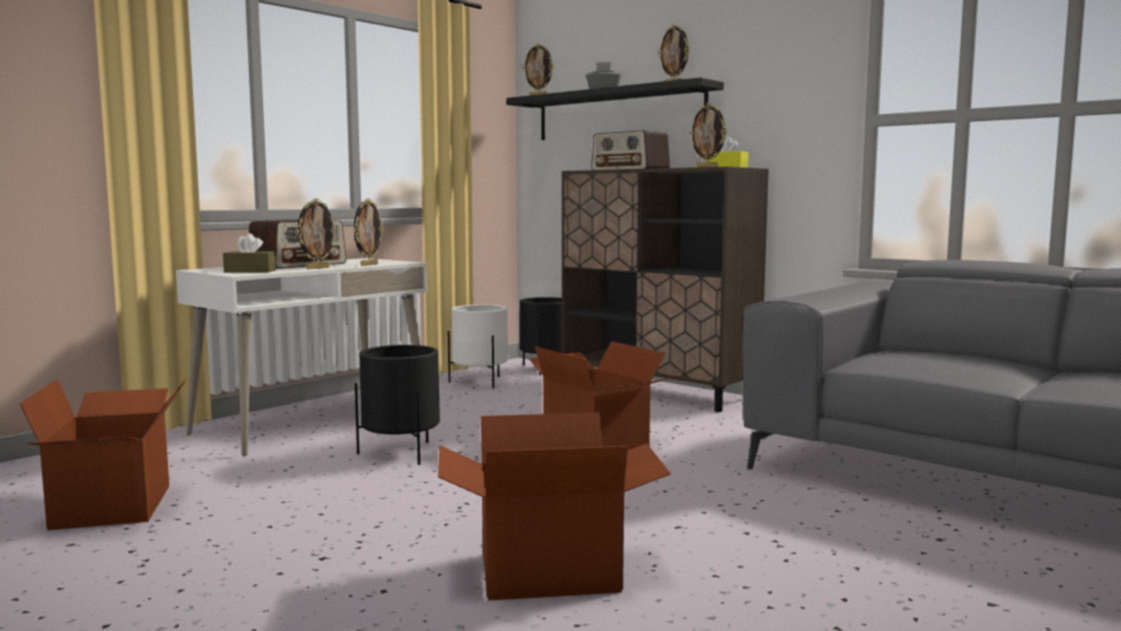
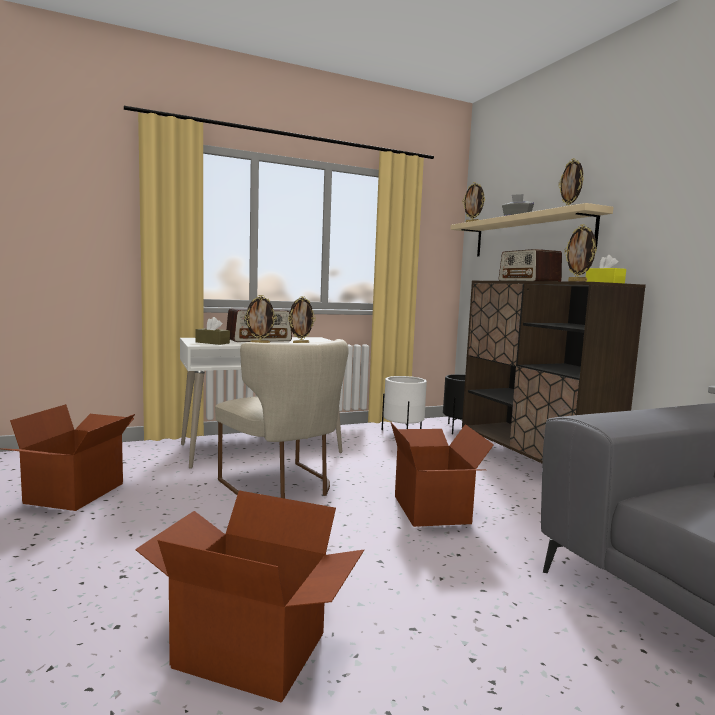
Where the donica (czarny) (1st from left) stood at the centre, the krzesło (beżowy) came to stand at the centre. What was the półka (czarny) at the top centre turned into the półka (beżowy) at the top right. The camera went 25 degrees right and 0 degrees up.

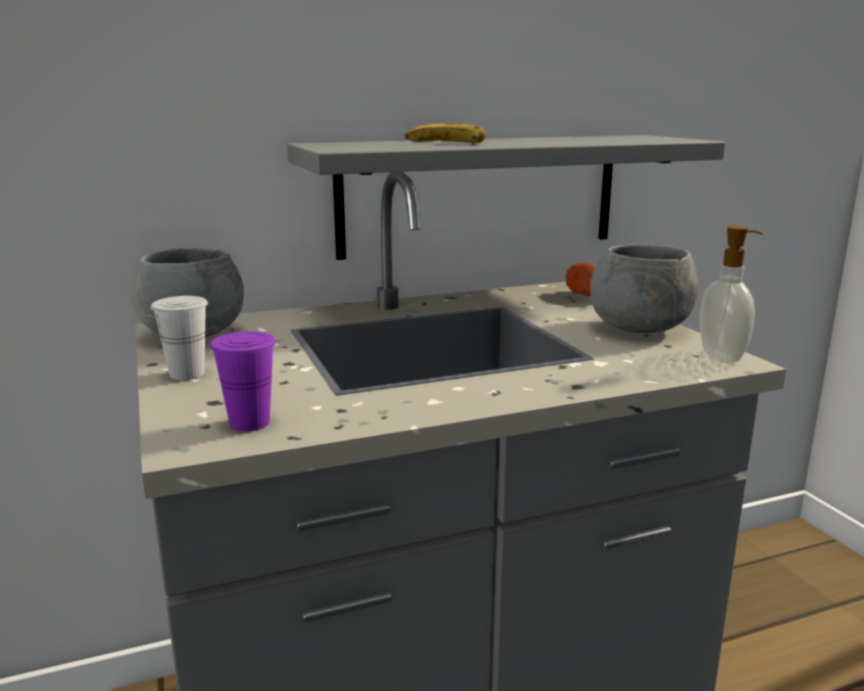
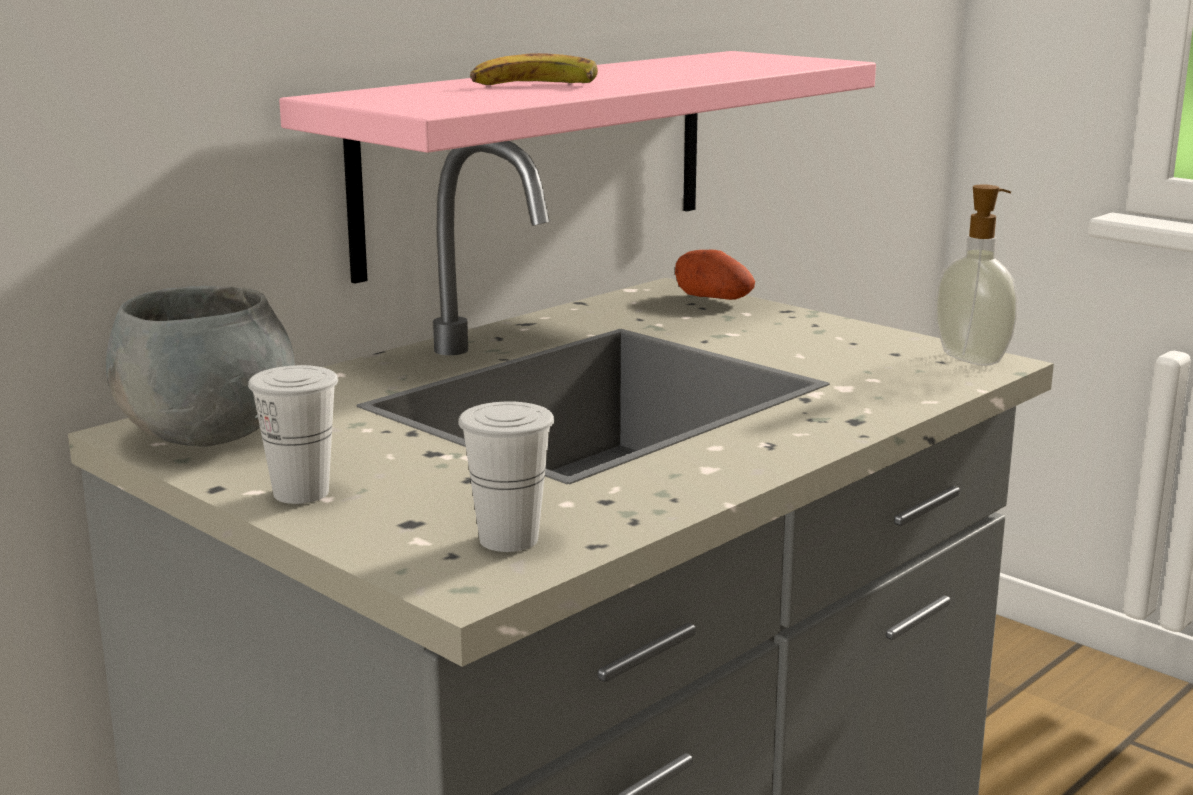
The second view lost the miska (szary) (2nd from left) at the middle right. What was the filiżanka (fioletowy) at the middle left turned into the filiżanka (biały) (2nd from left) at the centre. What was the półka (szary) at the top centre turned into the półka (różowy) at the top centre. The camera went 25 degrees left and 0 degrees up.

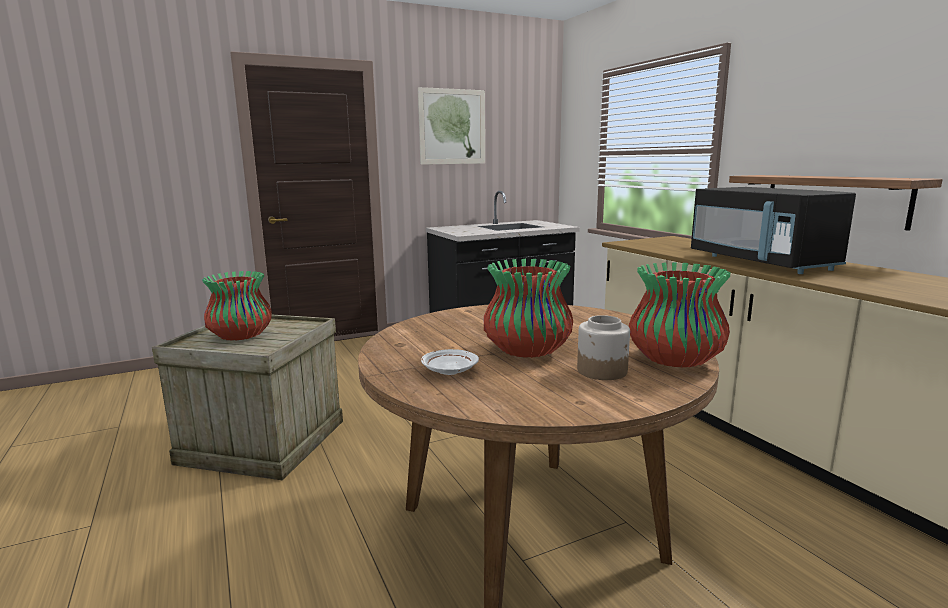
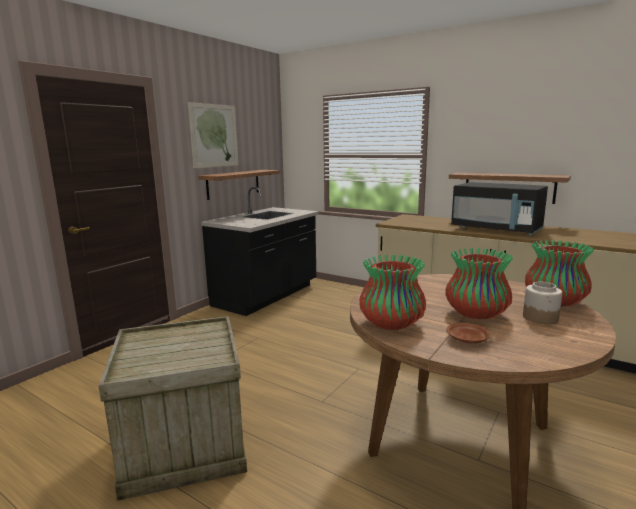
The second view gained the półka (1st from left) at the centre. The wazon (1st from left) ended up elsewhere, having gone from the middle left to the centre. What was the talerz (biały) at the centre turned into the talerz (brązowy) at the middle right. The camera went 30 degrees left and 0 degrees up.

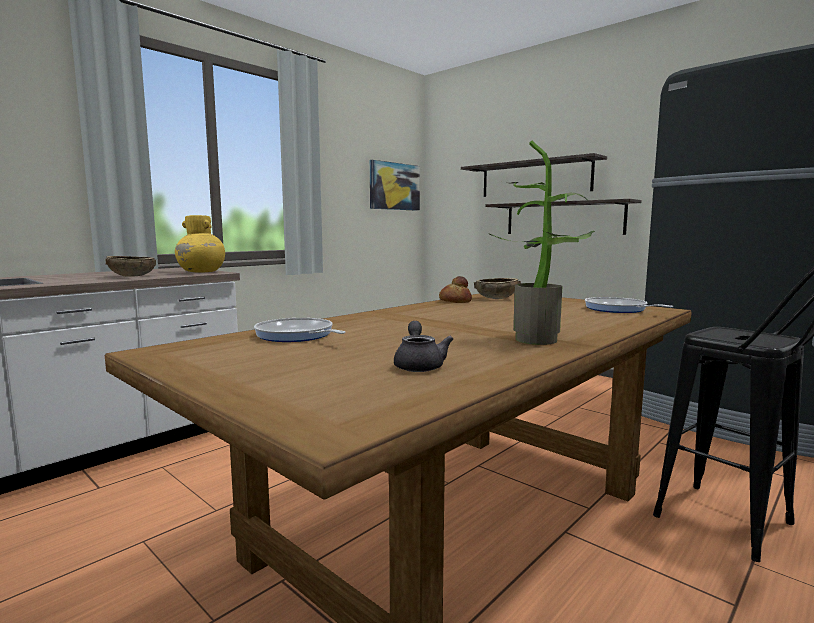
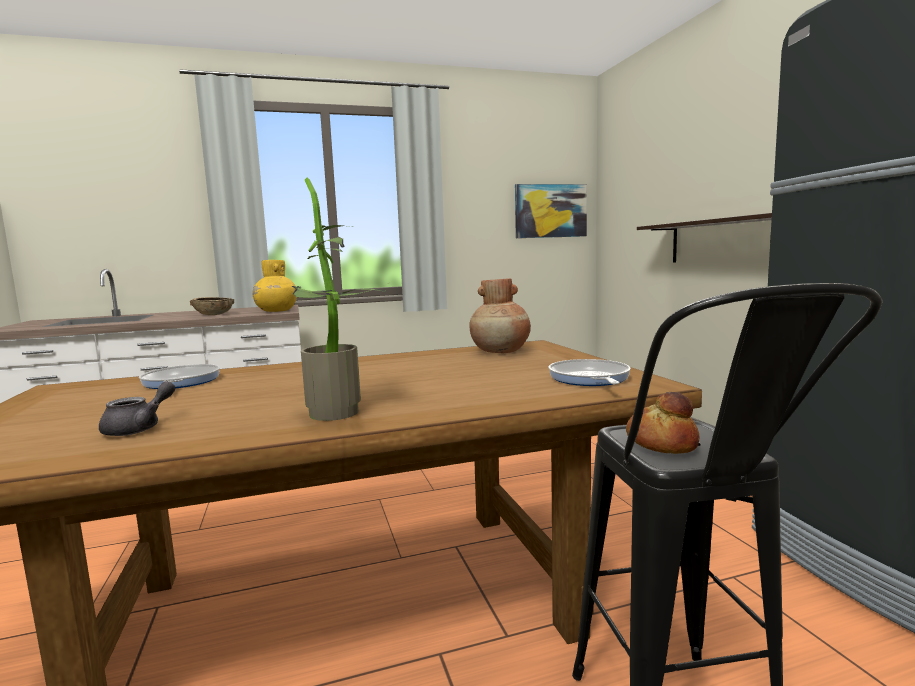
The second view lost the półka (1st from left) at the top centre. The chleb ended up elsewhere, having gone from the centre to the middle right. Where the miska (brązowy) (2nd from left) stood at the centre, the wazon (brązowy) came to stand at the centre. The camera went 30 degrees right and 0 degrees up.

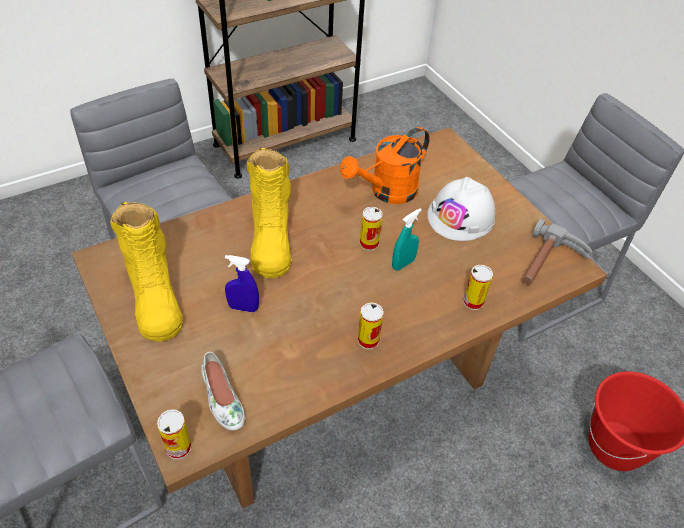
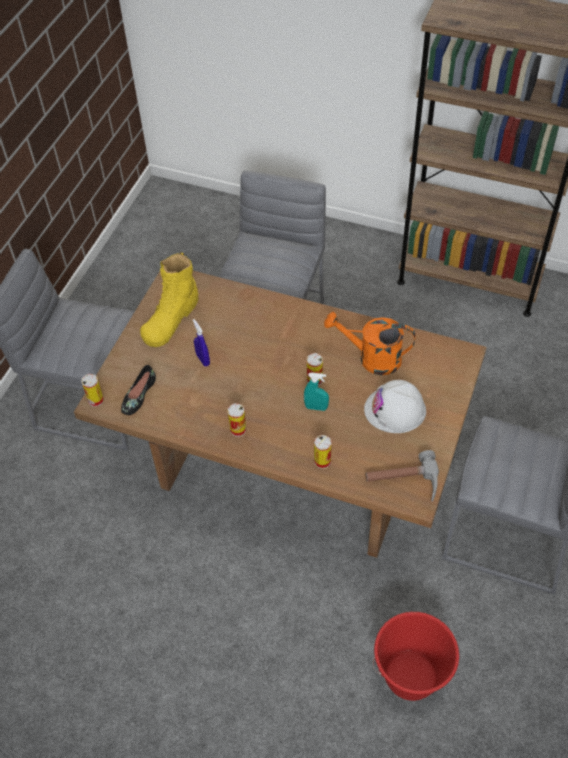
The second view lost the but z cholewką (żółty) (2nd from left) at the centre. What was the but (biały) at the bottom left turned into the but (czarny) at the middle left. The camera went 55 degrees right and 5 degrees up.

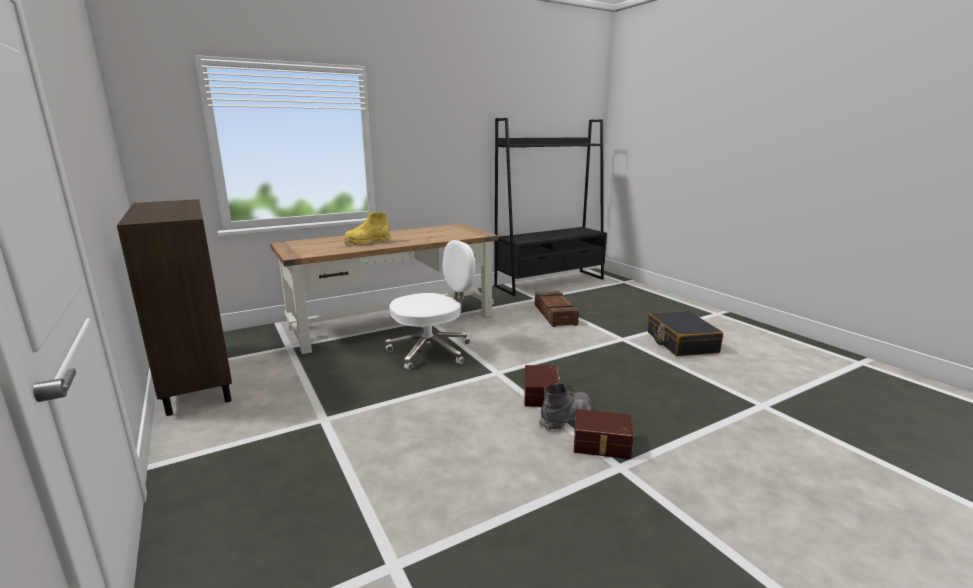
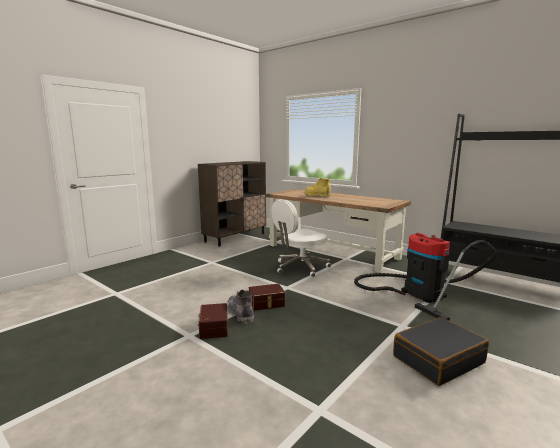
Where the skrzynka stood at the centre, the odkurzacz came to stand at the middle right. The krzesło biurowe (biały) at the centre ended up facing another way, 105 degrees clockwise from before. The but z cholewką (szary) at the bottom centre ended up facing another way, 150 degrees counterclockwise from before. The camera went 70 degrees right and 5 degrees down.

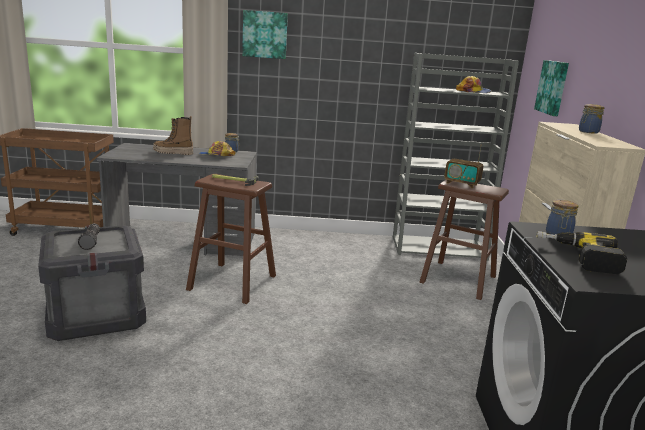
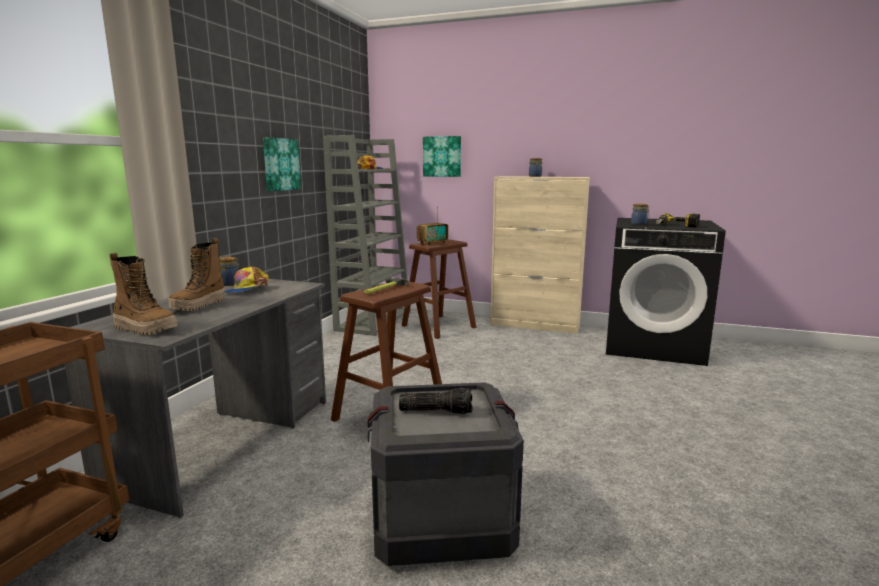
The second view gained the but z cholewką (1st from left) at the middle left. The obraz (1st from left) ended up elsewhere, having gone from the top centre to the top left. The camera went 70 degrees left and 5 degrees down.

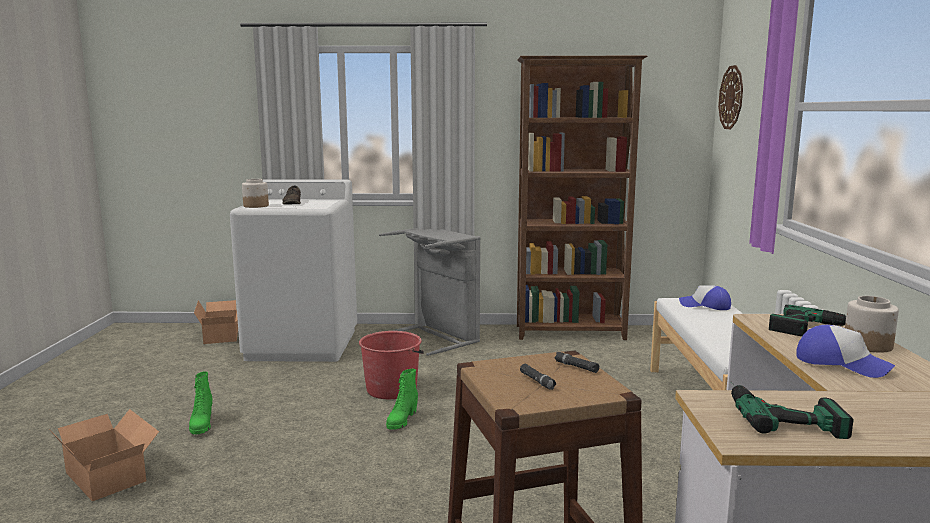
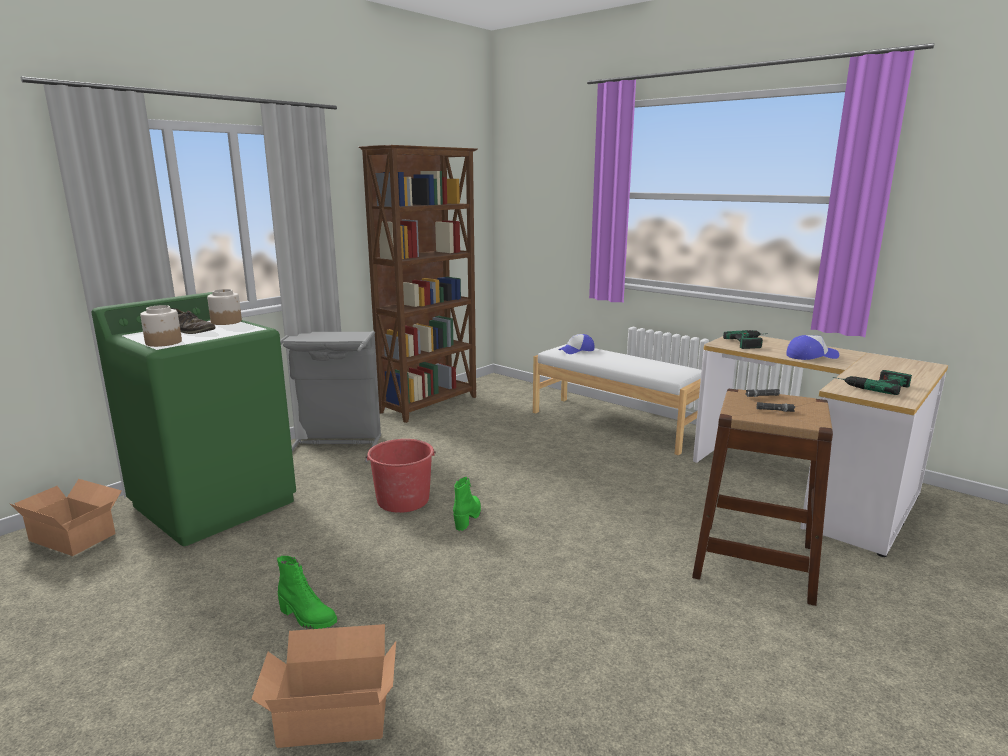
The second view lost the zegar ścienny at the top right. The słoik (2nd from left) ended up elsewhere, having gone from the middle right to the middle left. What was the pralka (biały) at the middle left turned into the pralka (zielony) at the middle left. The but z cholewką (zielony) (2nd from left) at the bottom centre ended up facing another way, 135 degrees counterclockwise from before. The camera went 50 degrees left and 5 degrees up.

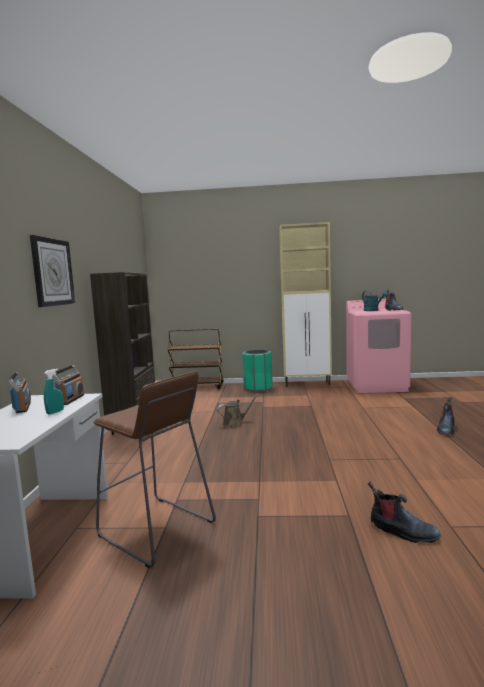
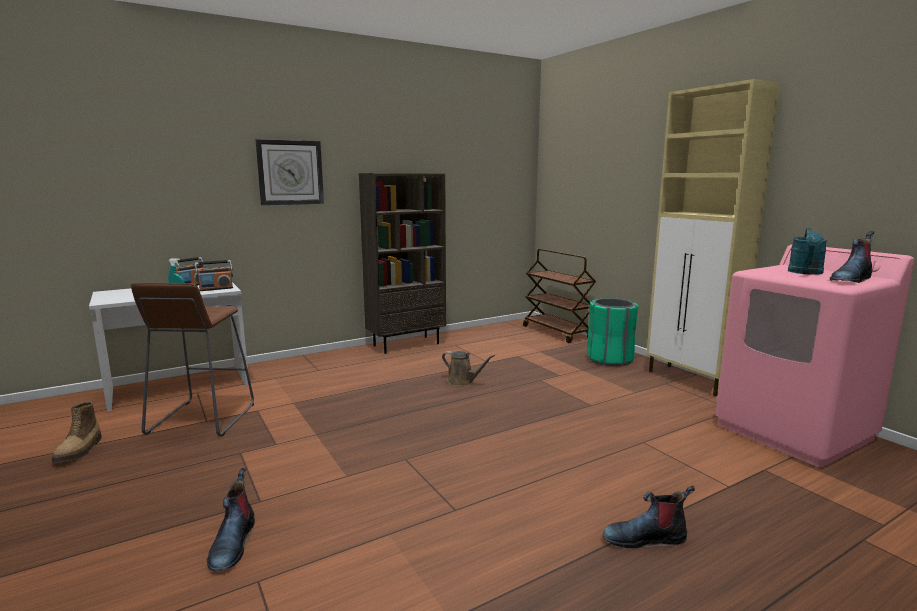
The second view gained the but z cholewką (1st from left) at the bottom left. The camera went 55 degrees right and 5 degrees up.

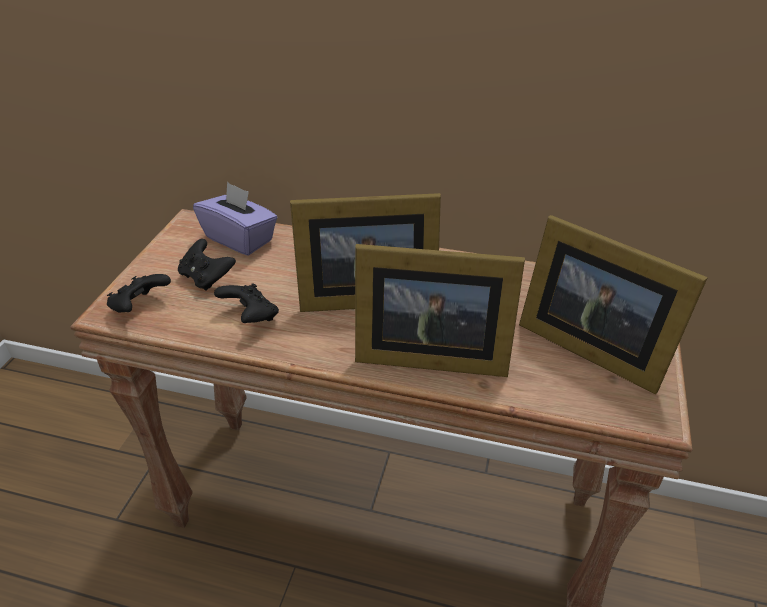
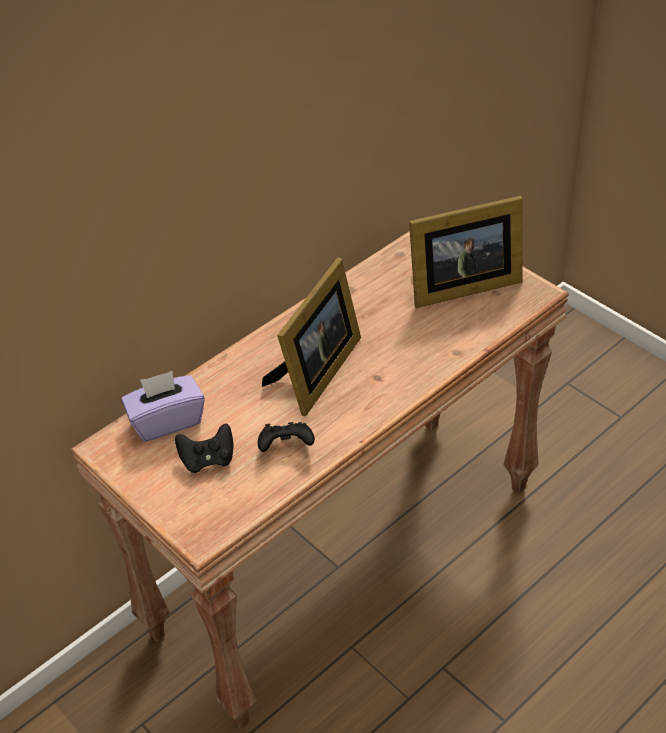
The second view lost the pad do gier (czarny) (1st from left) at the middle left. The second view lost the ramka na zdjęcie (2nd from left) at the centre. The camera went 55 degrees left and 5 degrees up.

